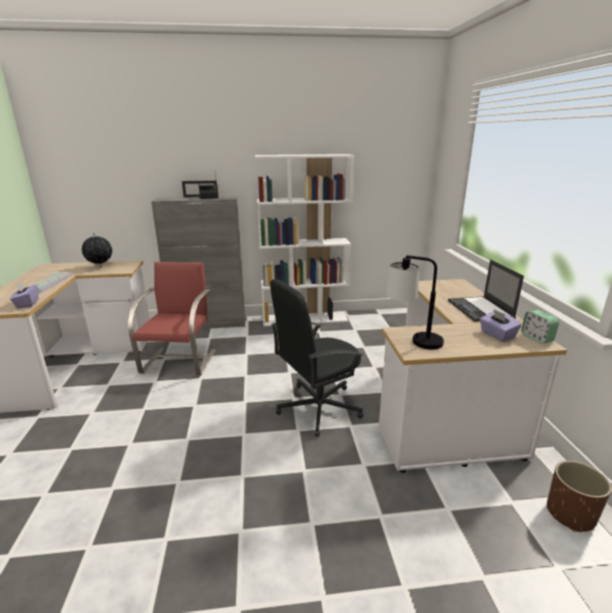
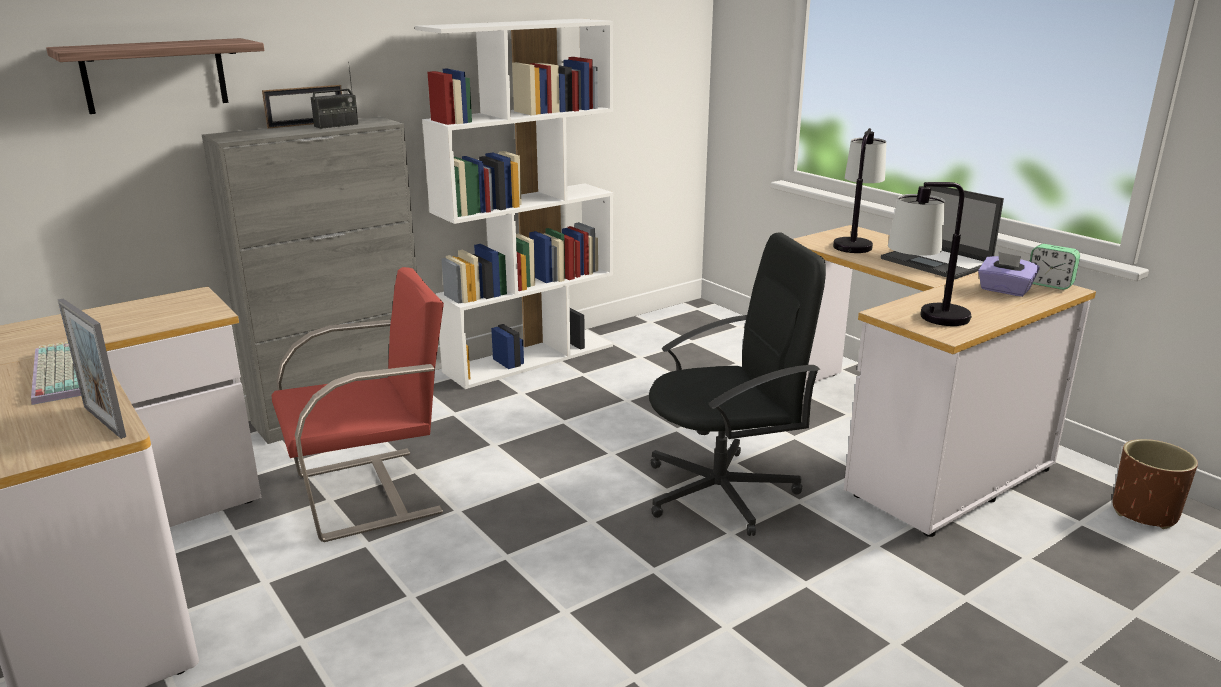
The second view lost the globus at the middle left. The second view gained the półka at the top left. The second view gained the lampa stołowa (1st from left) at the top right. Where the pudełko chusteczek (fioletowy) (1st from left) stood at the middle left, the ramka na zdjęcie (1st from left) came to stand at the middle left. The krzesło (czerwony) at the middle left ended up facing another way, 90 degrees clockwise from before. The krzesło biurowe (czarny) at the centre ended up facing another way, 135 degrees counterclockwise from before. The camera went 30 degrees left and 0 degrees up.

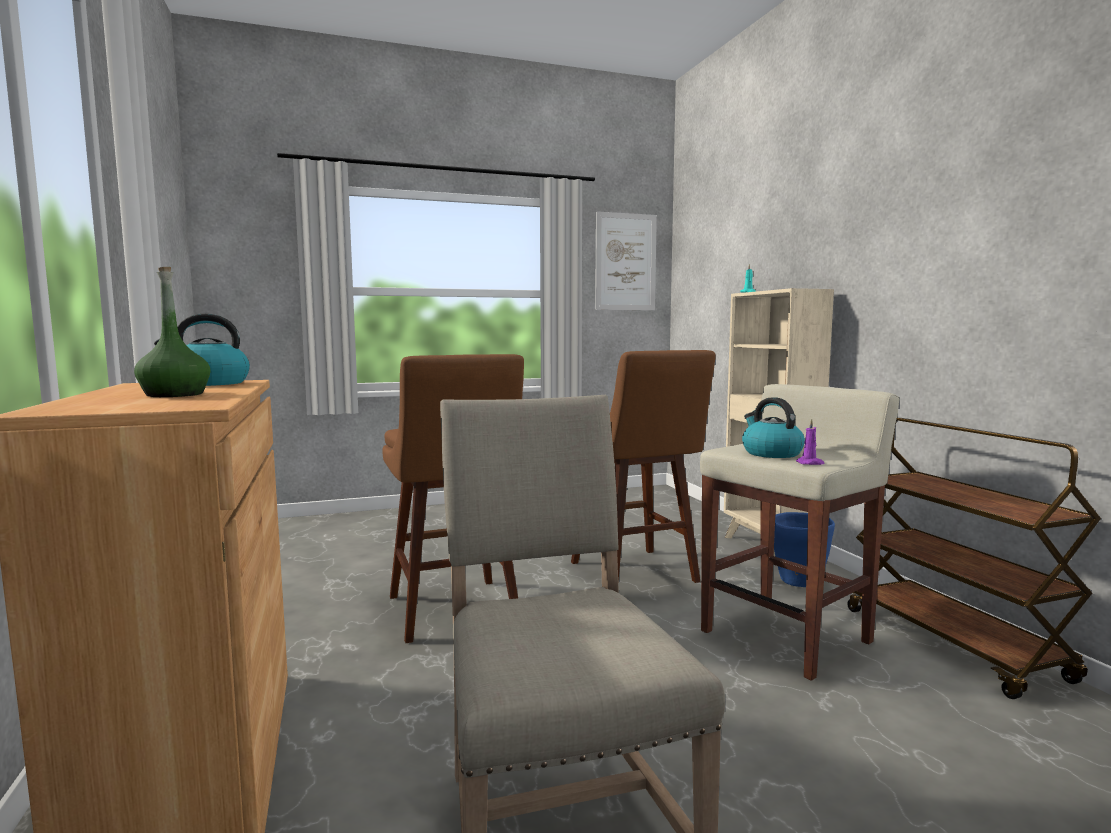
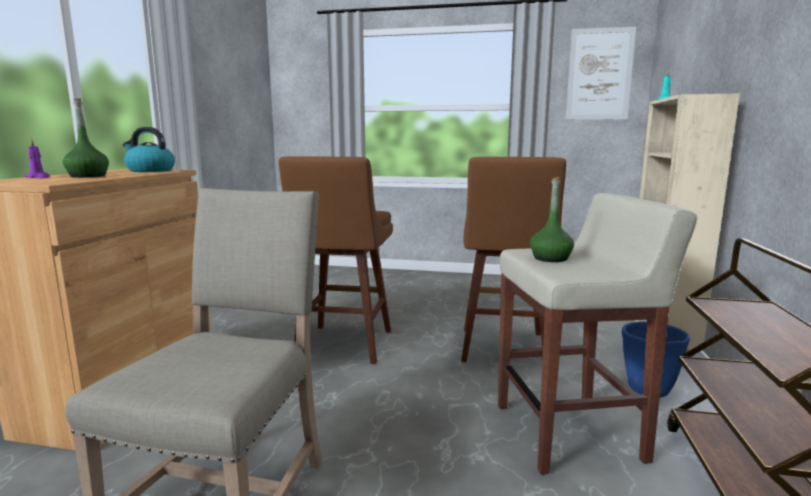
The świeca (fioletowy) ended up elsewhere, having gone from the middle right to the top left. Where the czajnik (2nd from left) stood at the middle right, the butelka (zielony) (2nd from left) came to stand at the middle right. The camera went 30 degrees right and 5 degrees up.

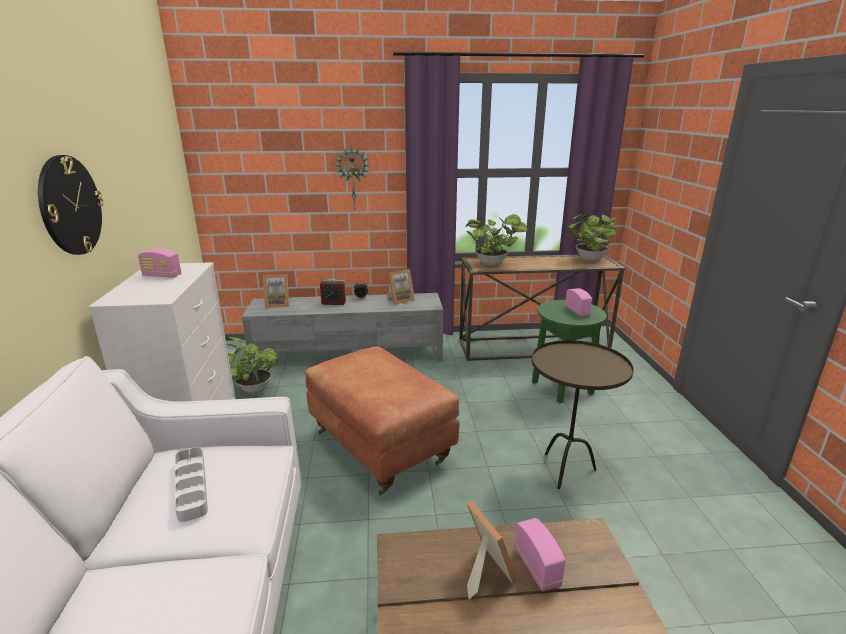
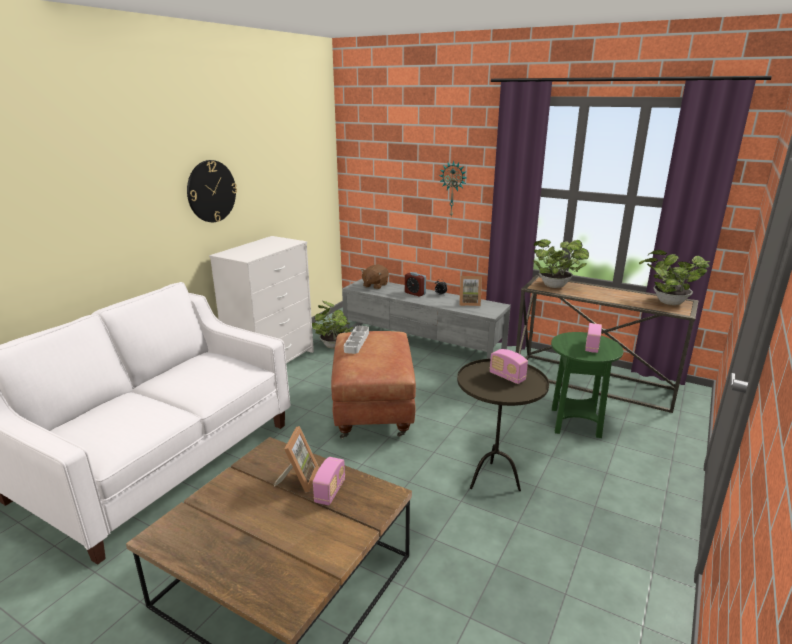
The radio (1st from left in the first image) ended up elsewhere, having gone from the middle left to the centre. The taca (szary) ended up elsewhere, having gone from the bottom left to the centre. Where the ramka na zdjęcie (1st from left) stood at the middle left, the pluszak (brązowy) came to stand at the centre. The camera went 35 degrees right and 0 degrees up.

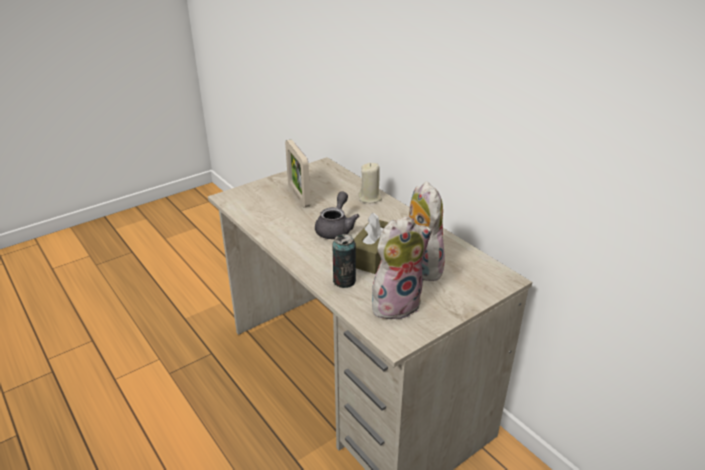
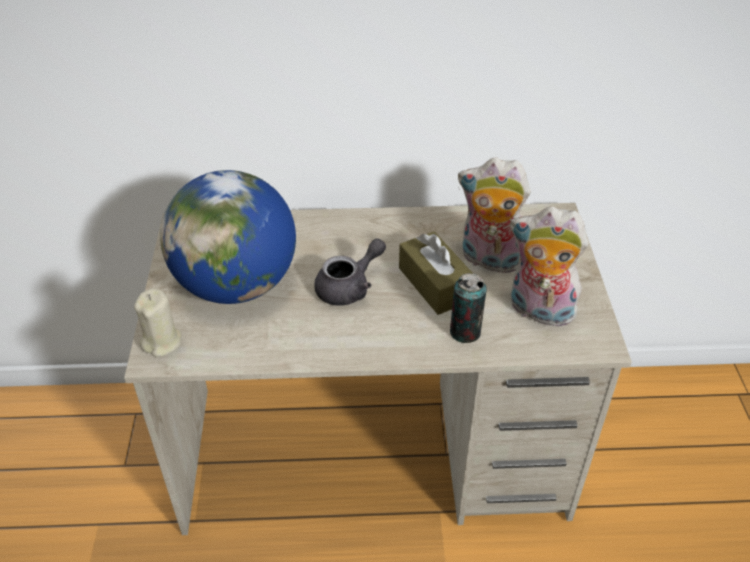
The świeca (beżowy) ended up elsewhere, having gone from the centre to the middle left. Where the ramka na zdjęcie stood at the centre, the globus came to stand at the middle left. The imbryk (szary) at the centre ended up facing another way, 90 degrees clockwise from before. The pluszak (1st from left in the first image) at the centre ended up facing another way, 75 degrees counterclockwise from before. The camera went 55 degrees left and 10 degrees up.

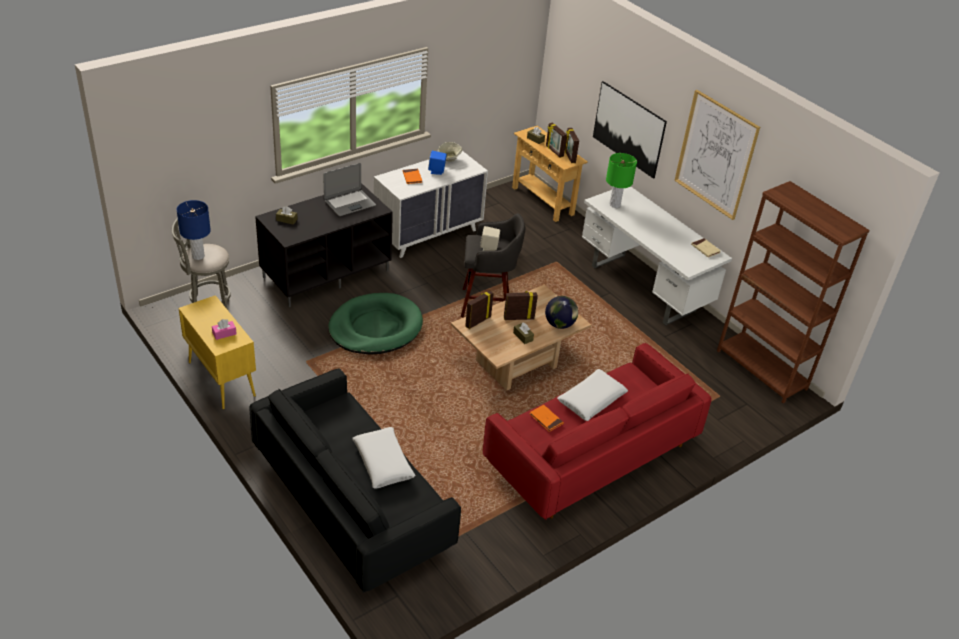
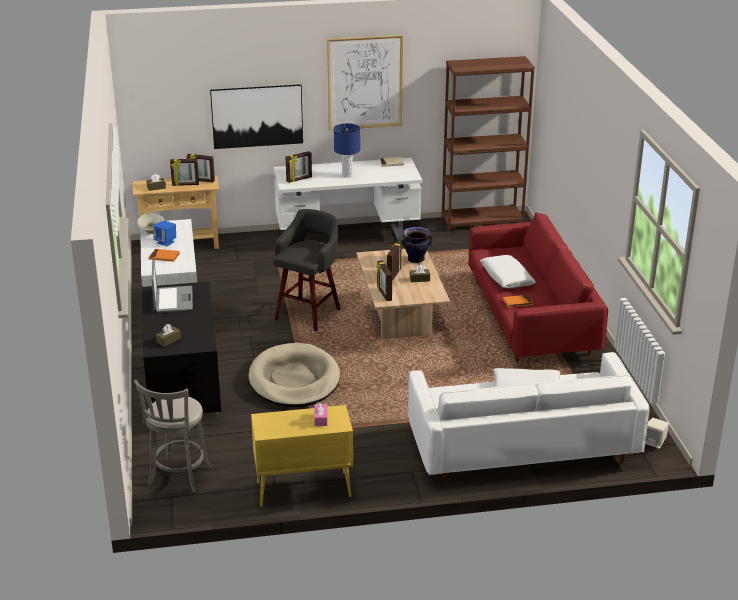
The lampa stołowa (niebieski) ended up elsewhere, having gone from the middle left to the top centre. The głośnik (beżowy) ended up elsewhere, having gone from the centre to the bottom right. Where the globus stood at the centre, the wazon came to stand at the centre. Where the lampa stołowa (zielony) stood at the top centre, the ramka na zdjęcie (3rd from left) came to stand at the top centre. What was the kanapa (czarny) at the bottom centre turned into the kanapa (biały) at the bottom right. What was the legowisko (zielony) at the centre turned into the legowisko (beżowy) at the centre. The camera went 60 degrees left and 10 degrees down.

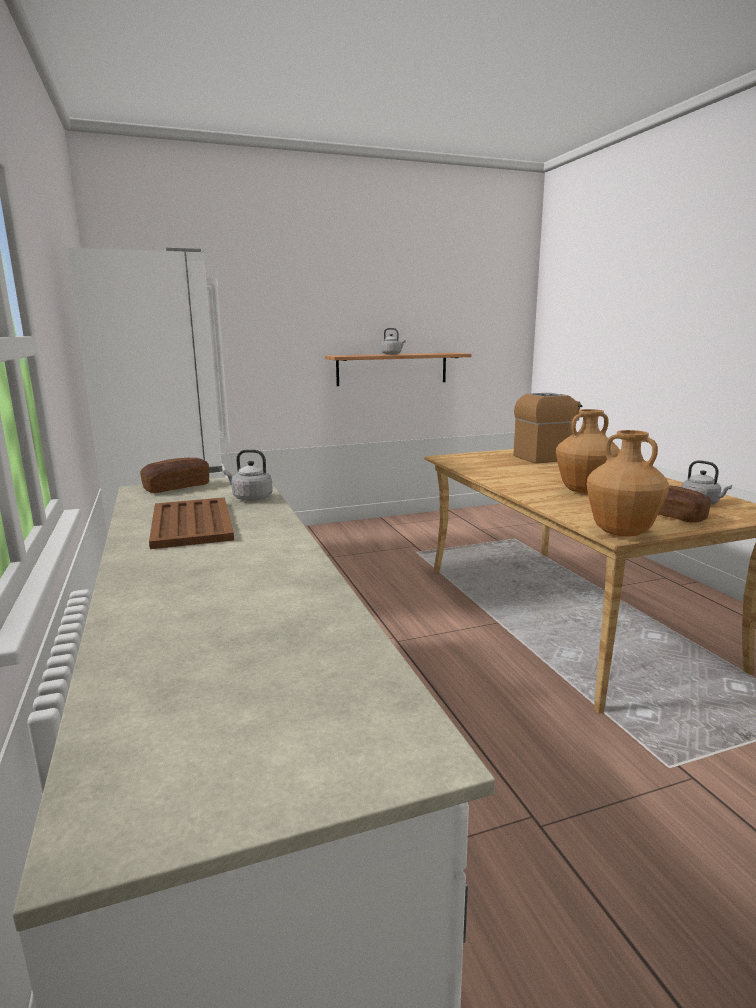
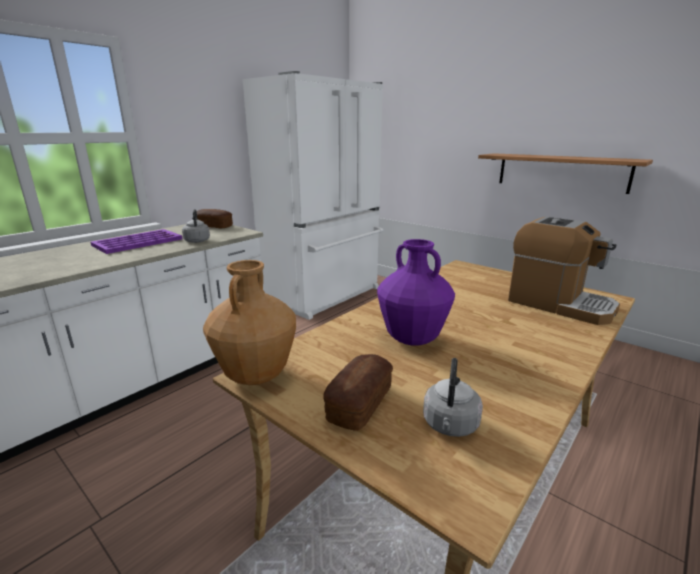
The second view lost the czajnik (szary) (2nd from left) at the centre. What was the taca (brązowy) at the middle left turned into the taca (fioletowy) at the middle left. What was the wazon (brązowy) (1st from left) at the middle right turned into the wazon (fioletowy) at the centre. The camera went 60 degrees right and 5 degrees up.

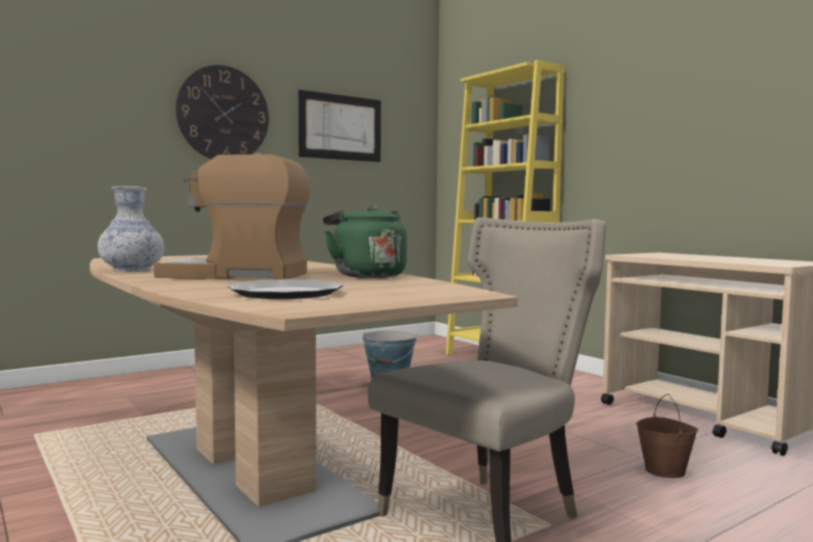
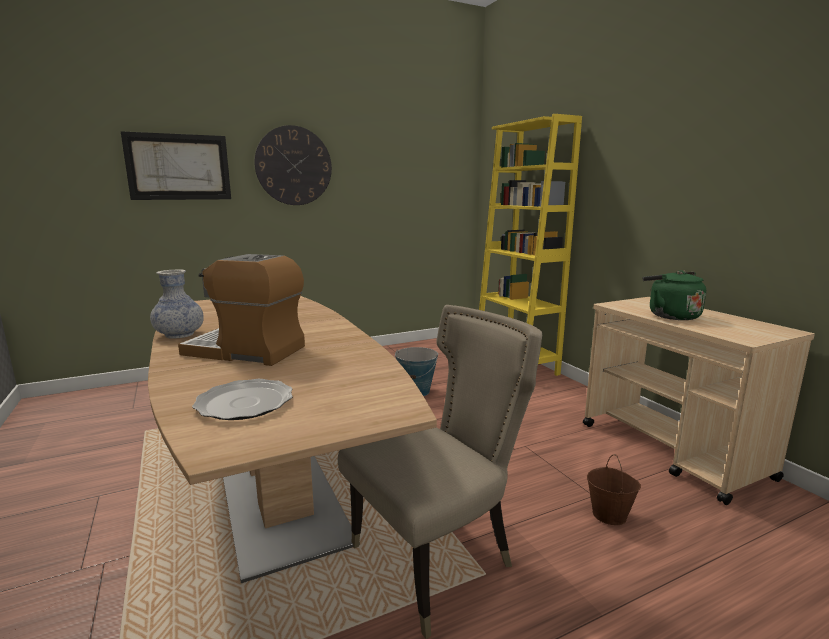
The obraz ended up elsewhere, having gone from the top centre to the top left. The czajnik (zielony) ended up elsewhere, having gone from the centre to the middle right. The camera went 10 degrees right and 10 degrees up.

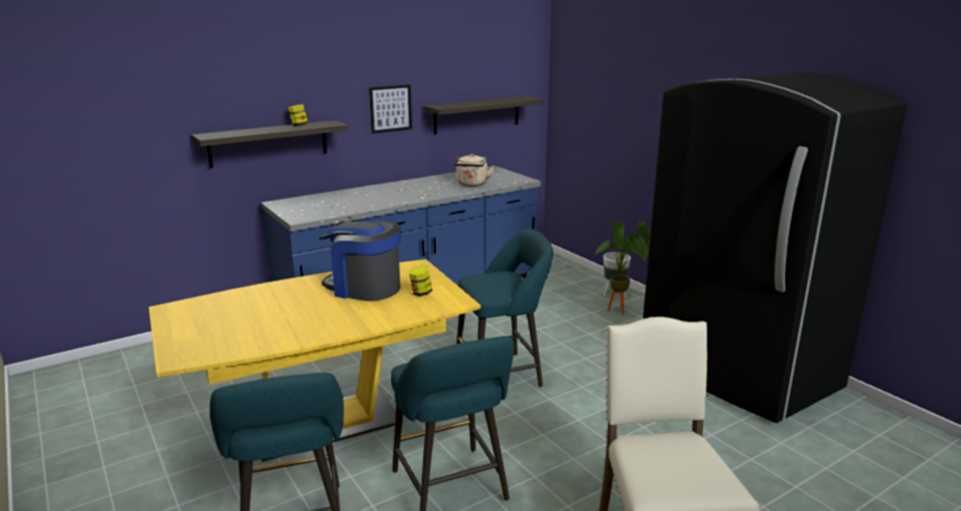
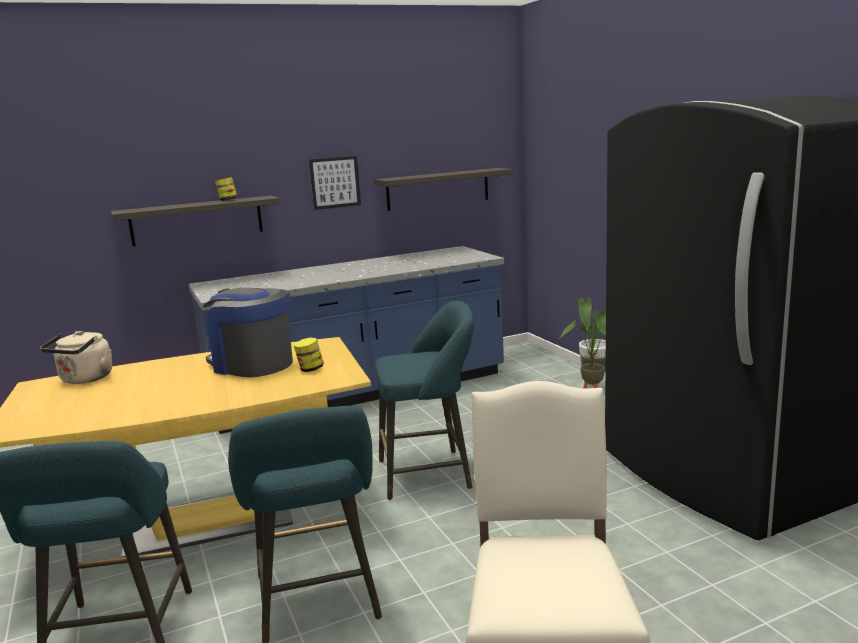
The czajnik (beżowy) ended up elsewhere, having gone from the top centre to the middle left. The camera went 10 degrees right and 5 degrees down.

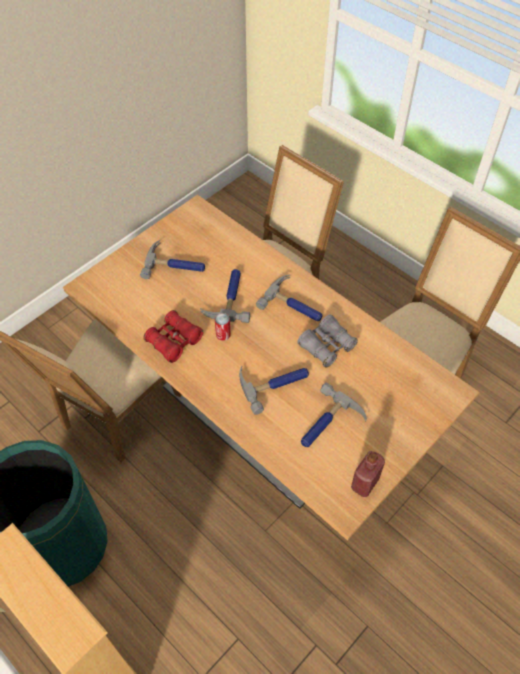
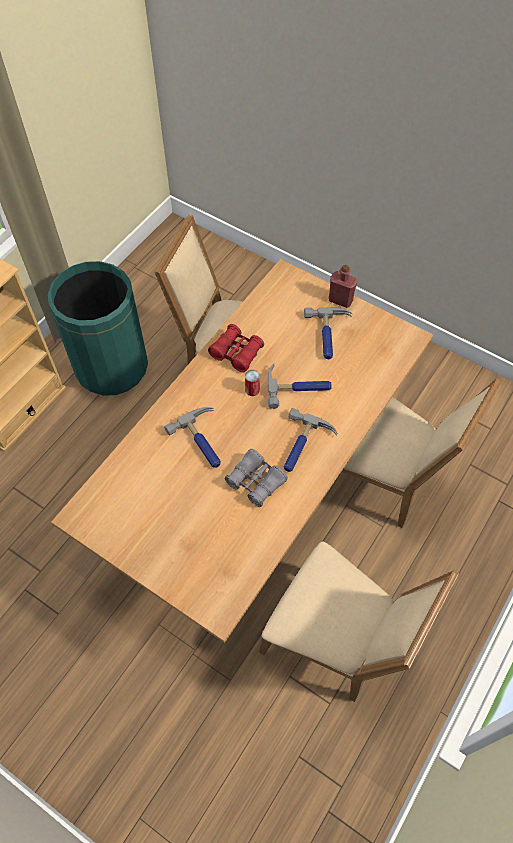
The second view lost the młotek (5th from left) at the centre. The butelka (czerwony) ended up elsewhere, having gone from the bottom right to the middle right. The camera went 80 degrees right and 5 degrees up.

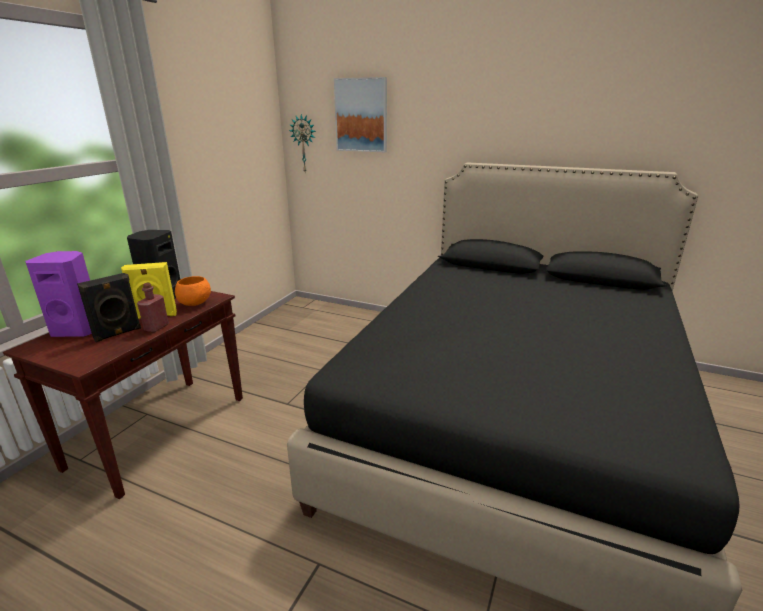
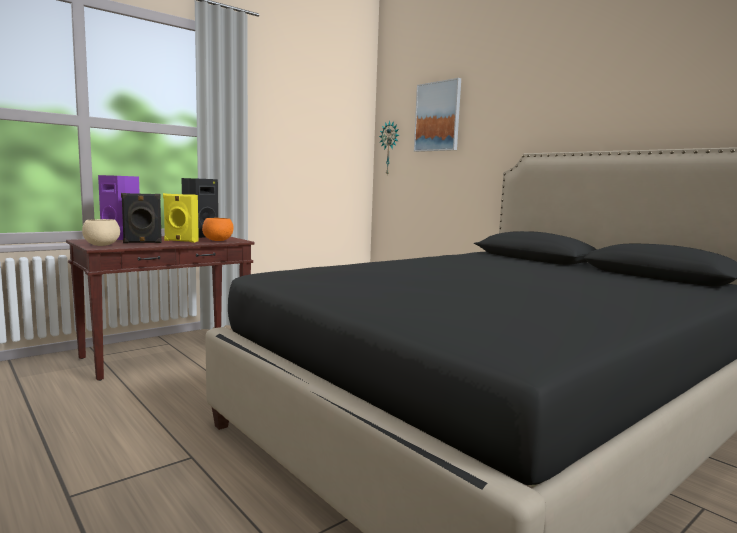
The second view lost the butelka (czerwony) at the middle left. The second view gained the miska (beżowy) at the middle left. The camera went 25 degrees right and 15 degrees down.

